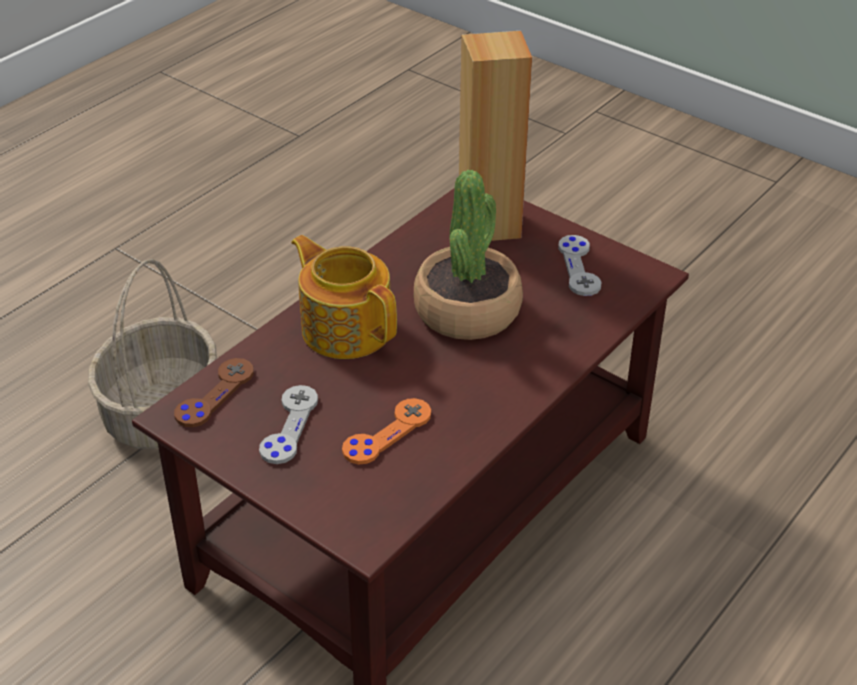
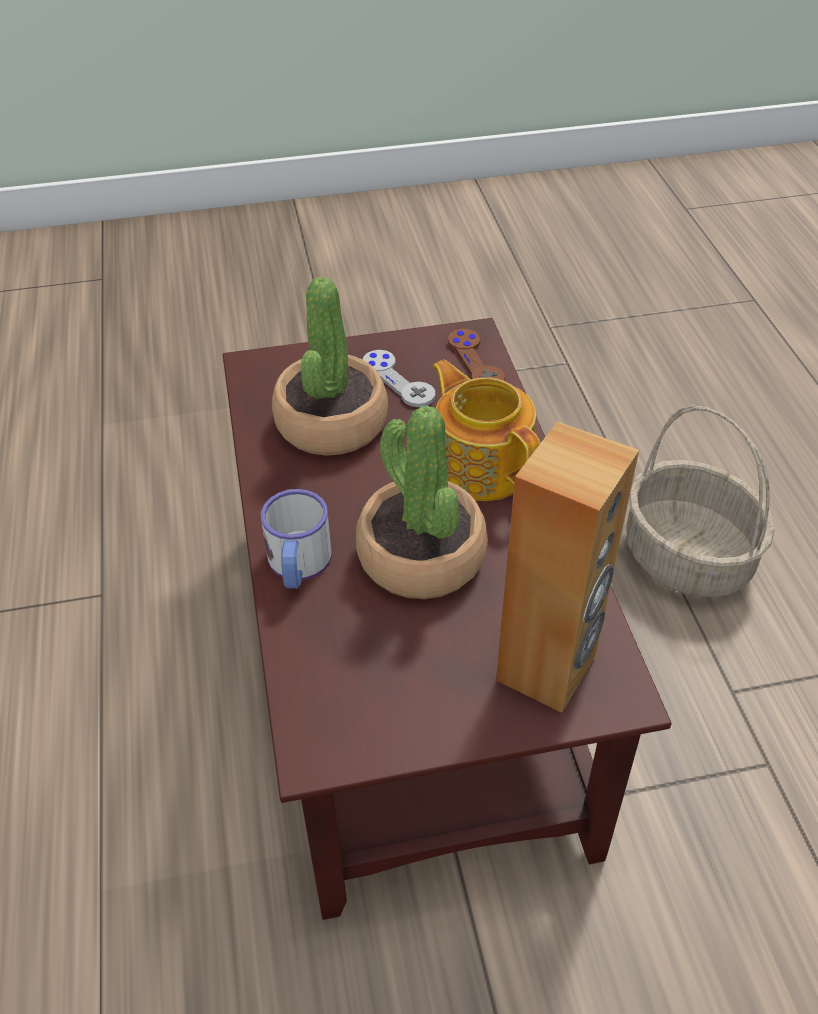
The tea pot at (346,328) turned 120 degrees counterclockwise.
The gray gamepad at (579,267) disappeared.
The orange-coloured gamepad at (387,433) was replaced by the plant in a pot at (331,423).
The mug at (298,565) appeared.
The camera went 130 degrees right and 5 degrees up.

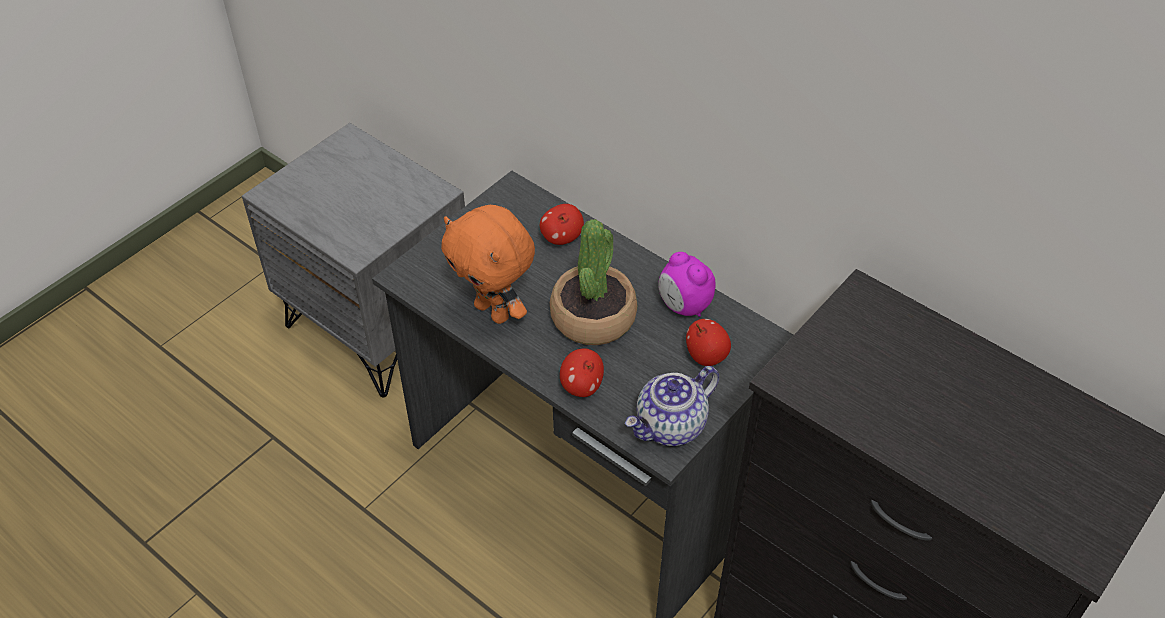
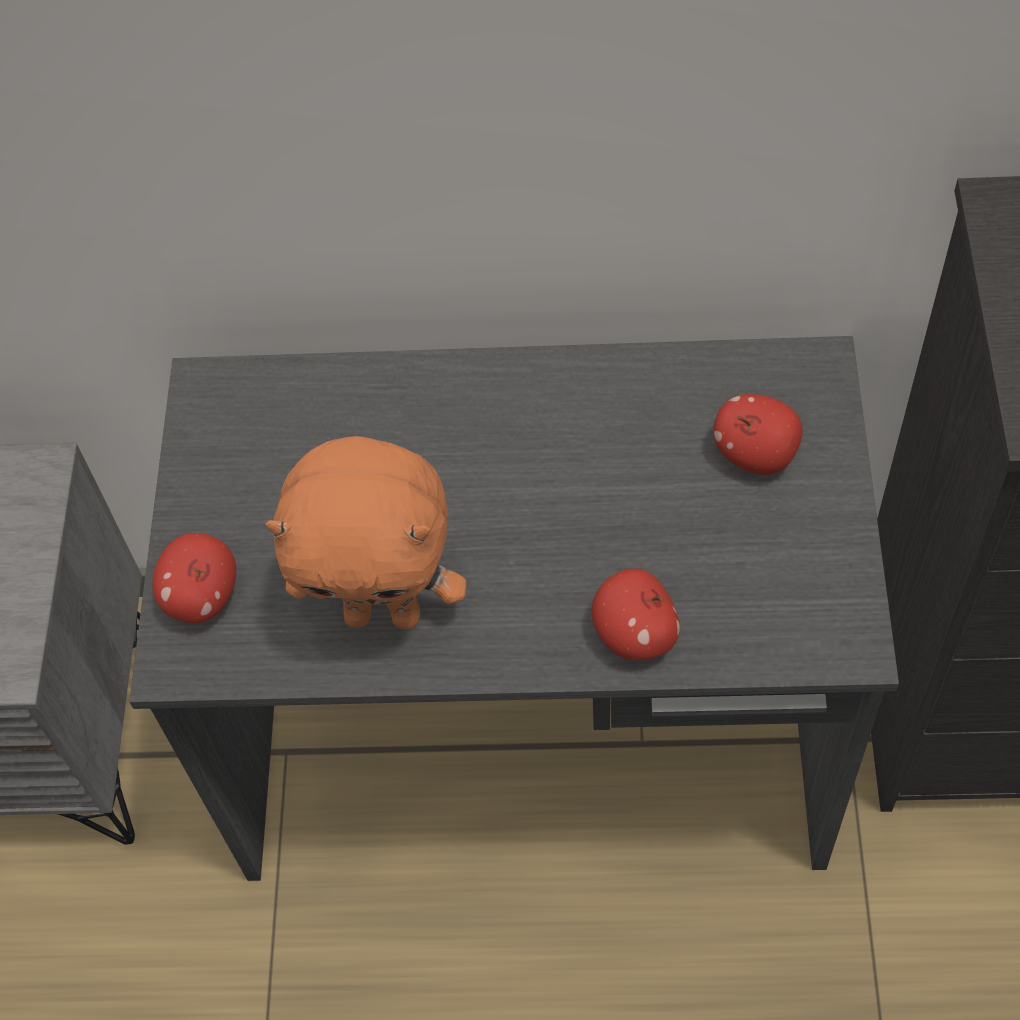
The apple fruit moved from (561,238) to (202,597).
The plant in a pot at (593,317) disappeared.
The bedside clock at (683,306) disappeared.
The tea pot at (671,426) disappeared.
The camera went 35 degrees left and 10 degrees up.

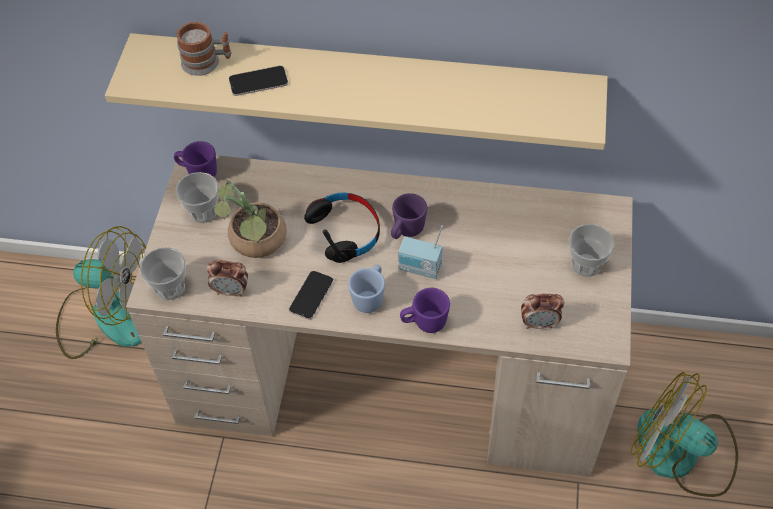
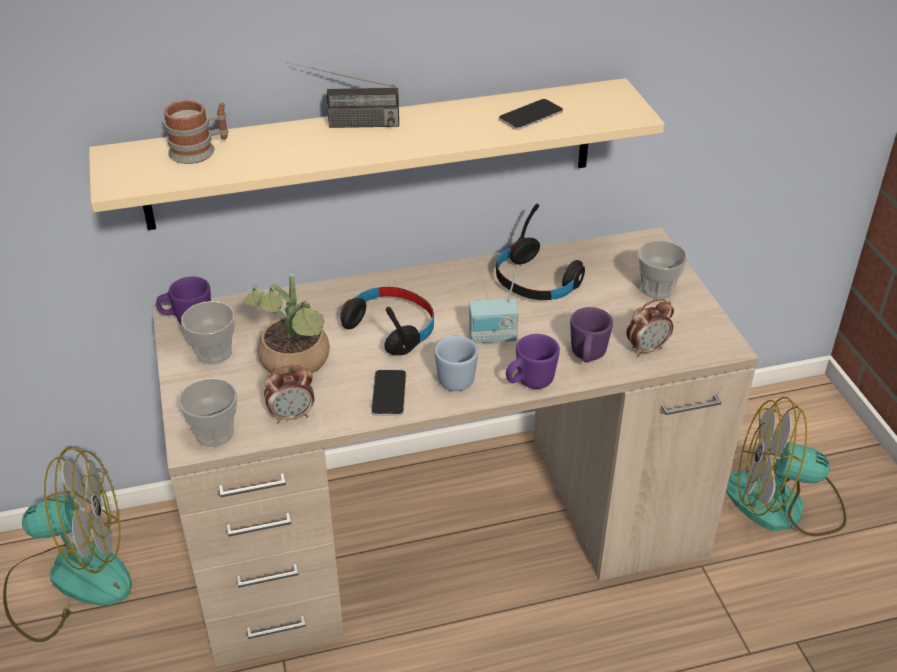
The handset moved from (258,81) to (530,115).
The purple-coloured mug moved from (406,231) to (587,356).
The radio receiver at (345,124) appeared.
The black-coloured pair of headphones at (536,282) appeared.
The camera went 25 degrees left and 15 degrees down.

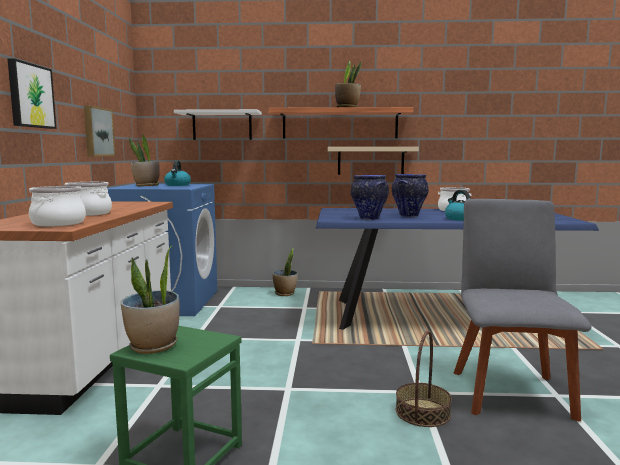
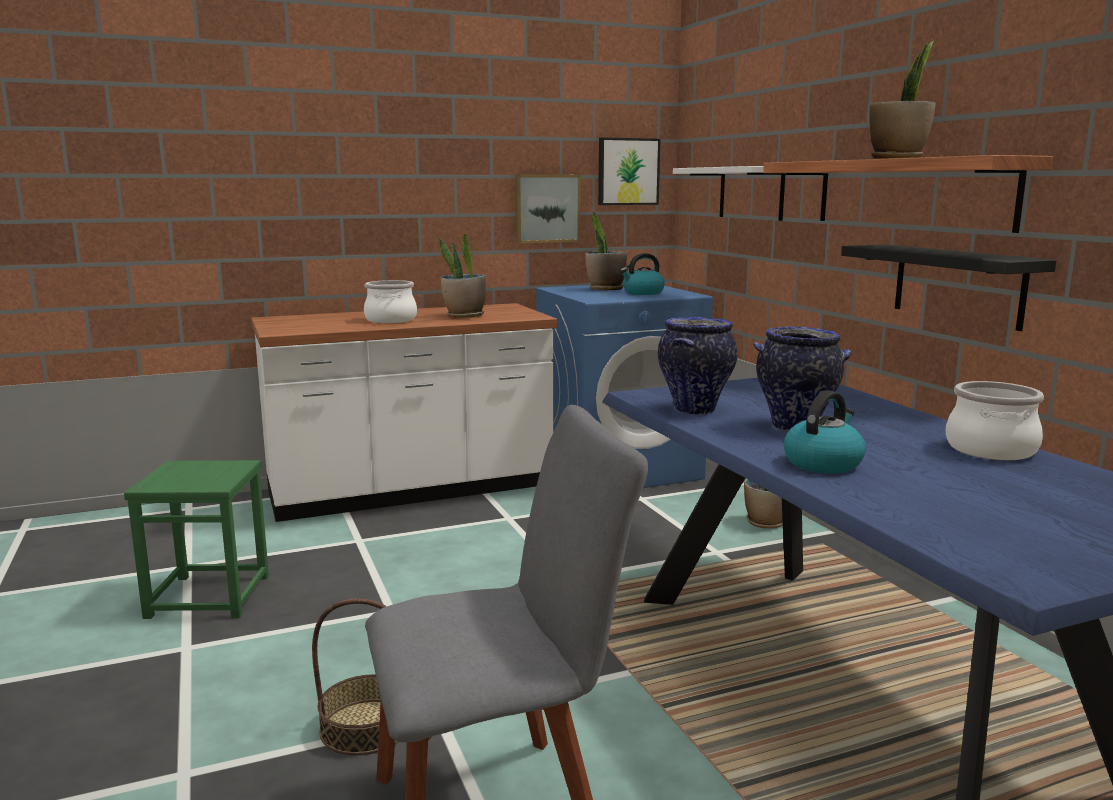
The wall art moved from (30,96) to (627,171).
The sand-coloured bracket shelf at (370,161) became the black-coloured bracket shelf at (957,285).
The stockpot at (59,223) disappeared.
The plant in a pot moved from (153,346) to (464,316).
The camera went 65 degrees right and 5 degrees up.

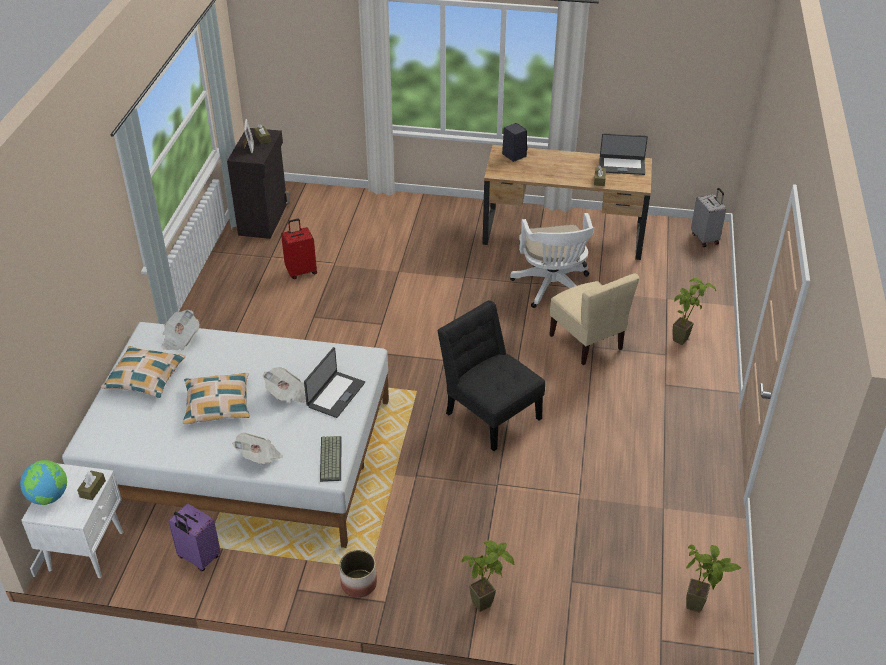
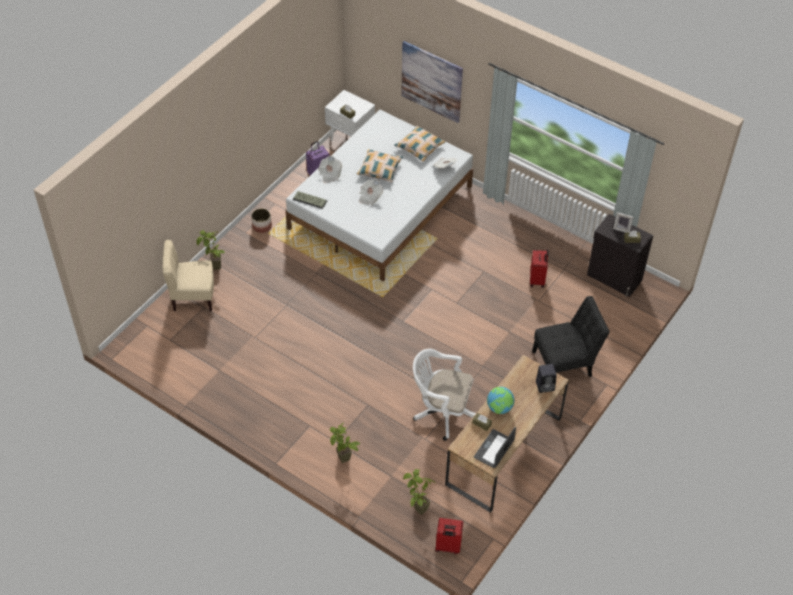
The gray travel case at (705,238) became the reddish travel case at (447,547).
The sand-coloured upright chair moved from (587,342) to (193,297).
The black-coloured upright chair moved from (490,413) to (565,363).
The portable computer at (335,394) disappeared.
The world globe moved from (49,497) to (499,408).
The plant in a pot moved from (701,609) to (417,511).
The wall art at (432,81) appeared.
The camera went 115 degrees right and 10 degrees up.

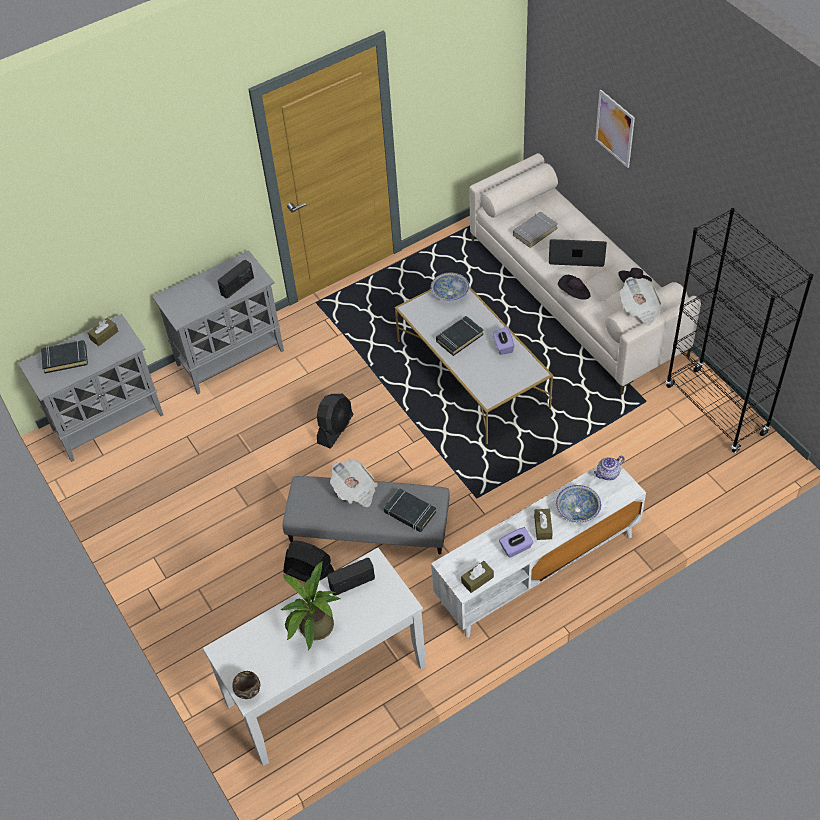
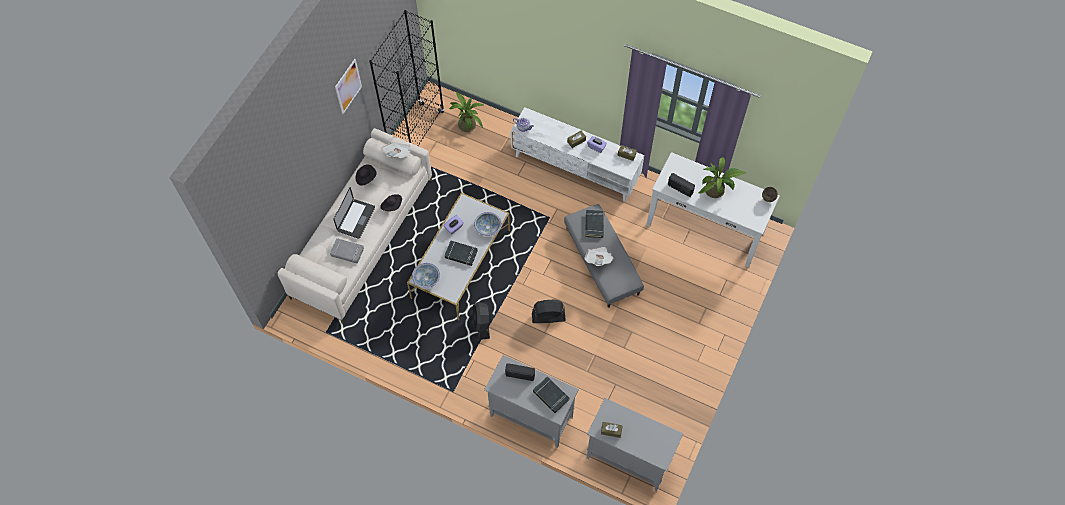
The wall art moved from (615,128) to (348,86).
The portable computer at (576,254) turned 135 degrees counterclockwise.
The black-coloured book moved from (65,358) to (550,396).
The bowl moved from (578,510) to (488,227).
The black-coloured cooling fan moved from (310,574) to (482,324).
The plant in a pot at (467,123) appeared.
The camera went 125 degrees left and 10 degrees up.

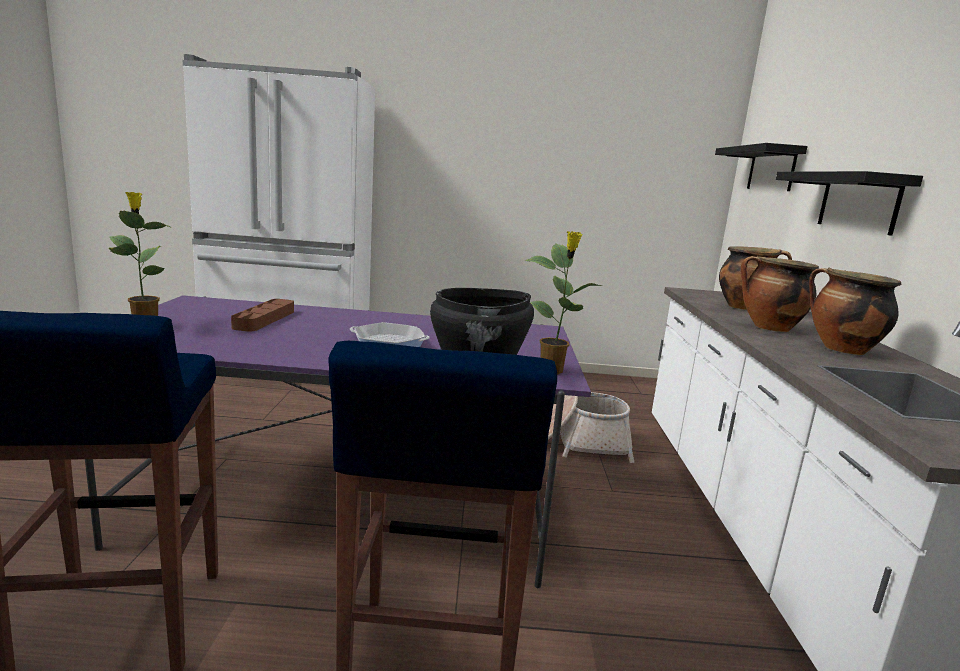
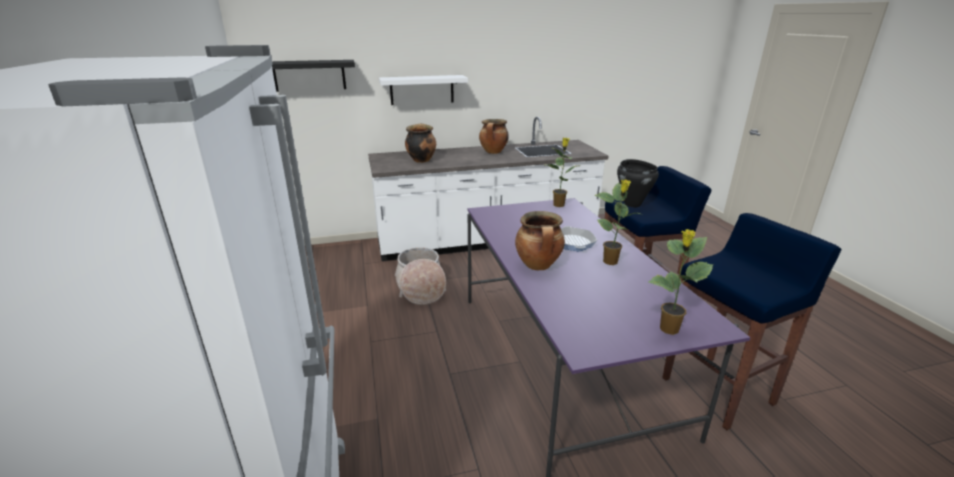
The black-coloured bracket shelf at (858,202) became the white-coloured bracket shelf at (422,90).
The stockpot moved from (769,328) to (539,266).
The brown tray at (264,319) disappeared.
The plant in a pot at (611,262) appeared.
The camera went 105 degrees left and 10 degrees up.

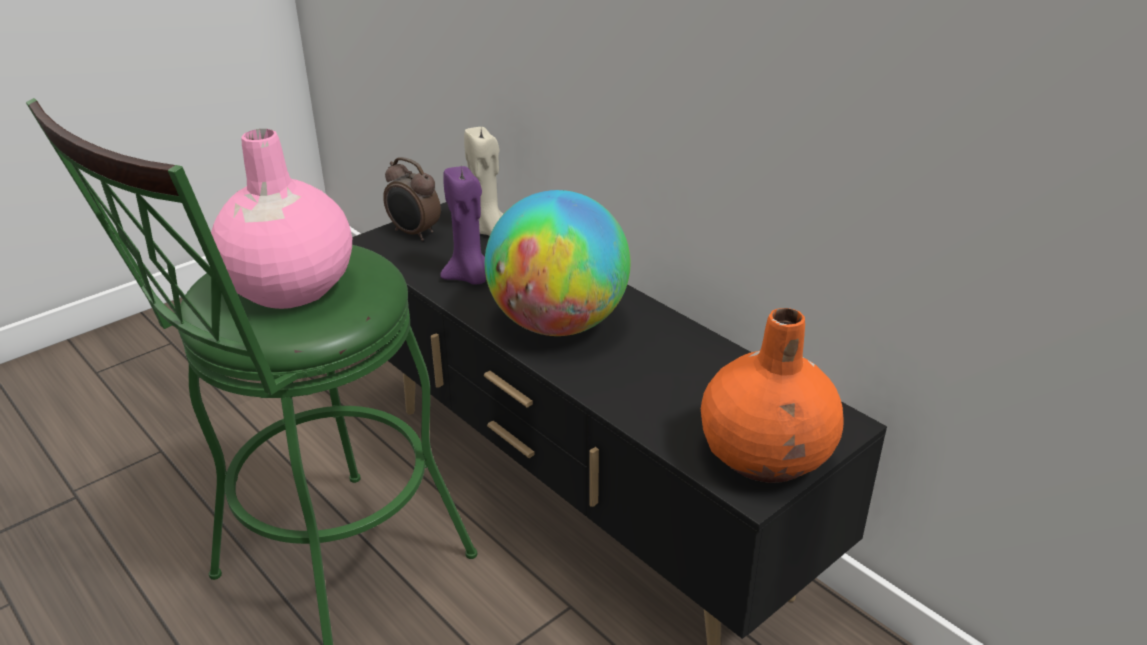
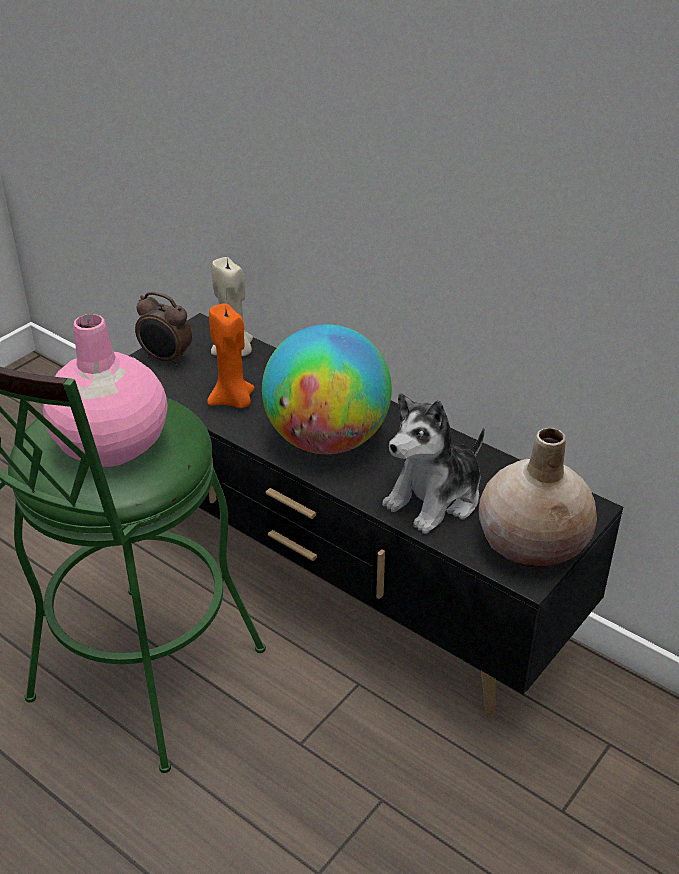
The purple-coloured wax candle at (470,277) became the orange-coloured wax candle at (233,401).
The orange-coloured flower vase at (766,456) became the sand-coloured flower vase at (533,545).
The plush toy at (435,499) appeared.
The camera went 10 degrees left and 5 degrees up.

